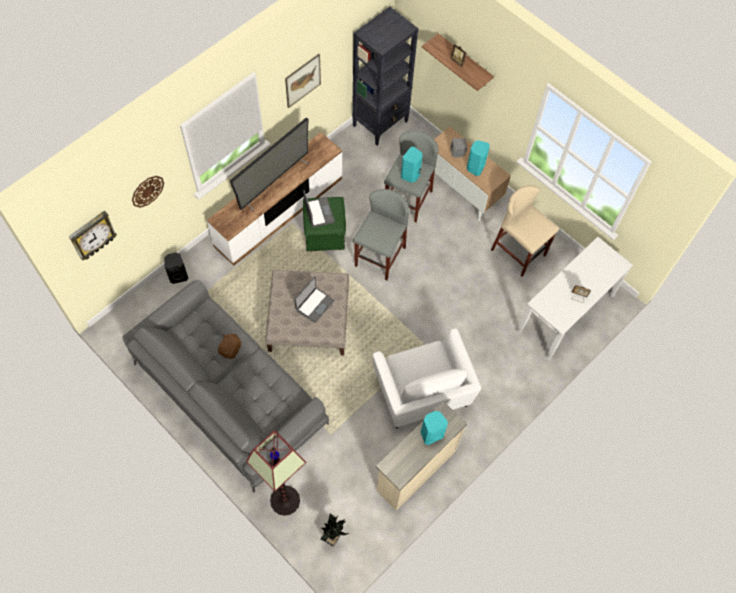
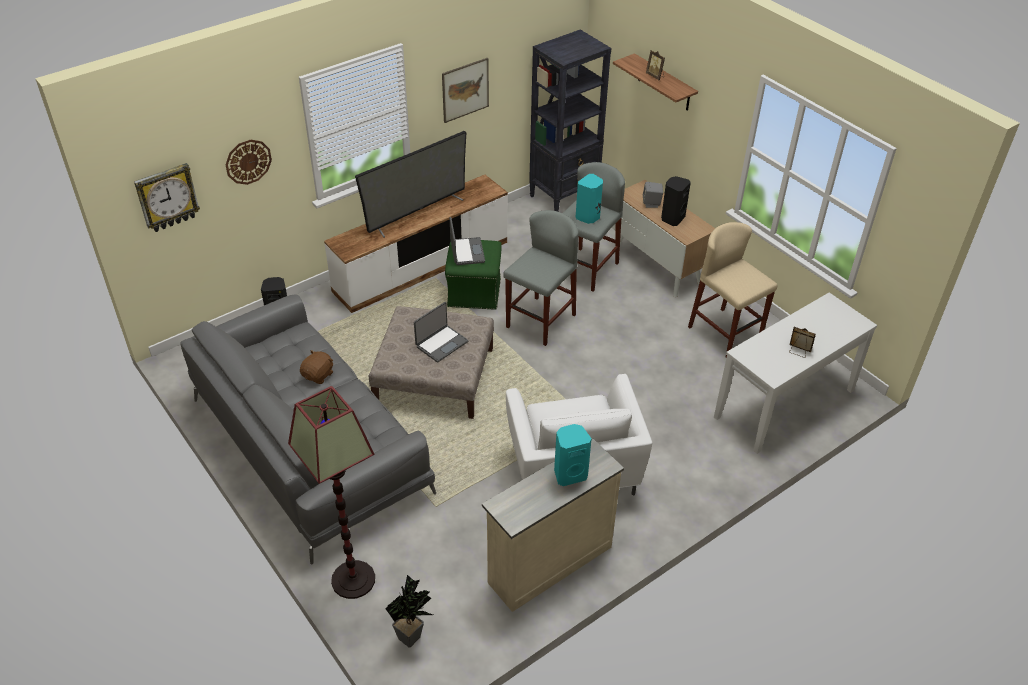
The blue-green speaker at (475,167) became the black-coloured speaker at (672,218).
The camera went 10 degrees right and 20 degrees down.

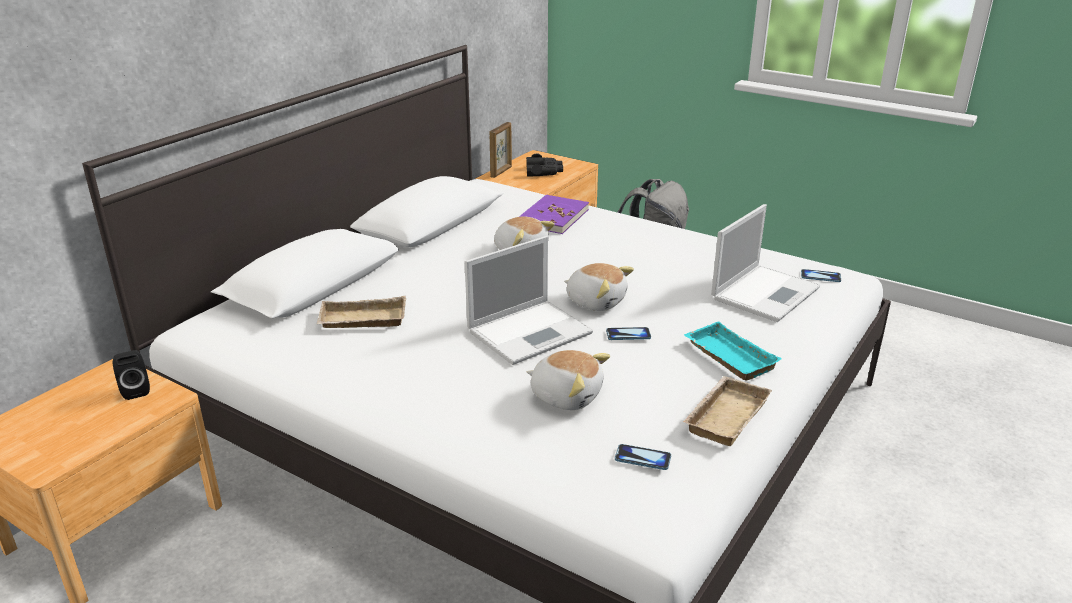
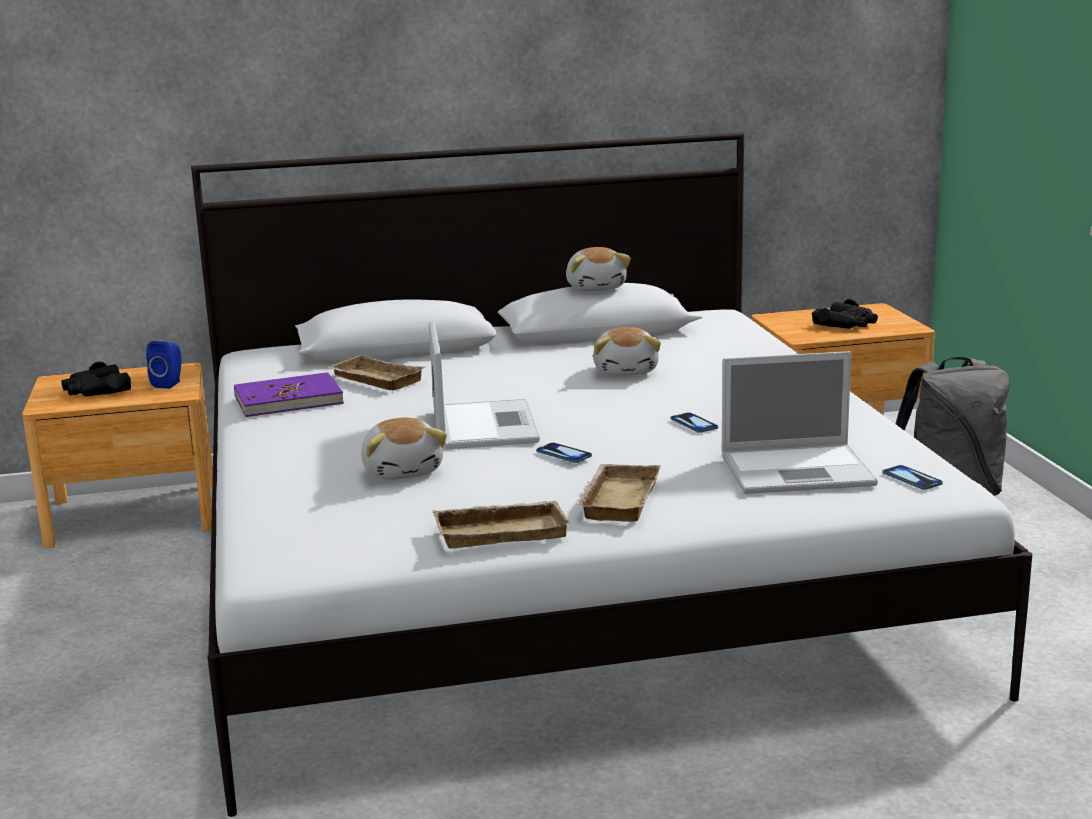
The standing frame at (501,172) disappeared.
The purple-coloured book moved from (553,217) to (288,400).
The portable computer at (531,331) turned 105 degrees counterclockwise.
The plush toy moved from (596,301) to (596,287).
The blue-green tray at (727,357) became the sand-coloured tray at (617,499).
The black-coloured speaker at (135,390) became the blue speaker at (169,384).
The handset moved from (642,458) to (694,424).
The black-coloured field glasses at (96,390) appeared.
The camera went 45 degrees right and 10 degrees down.

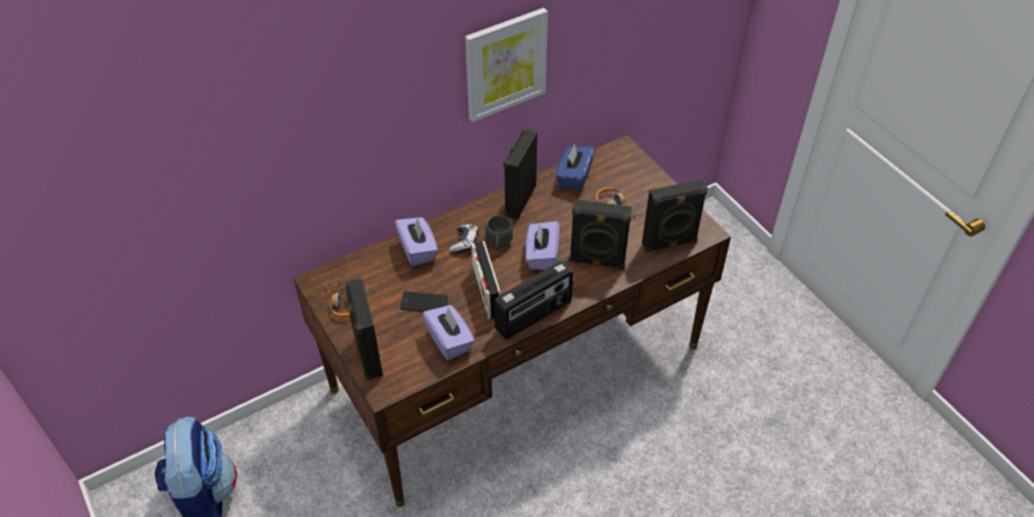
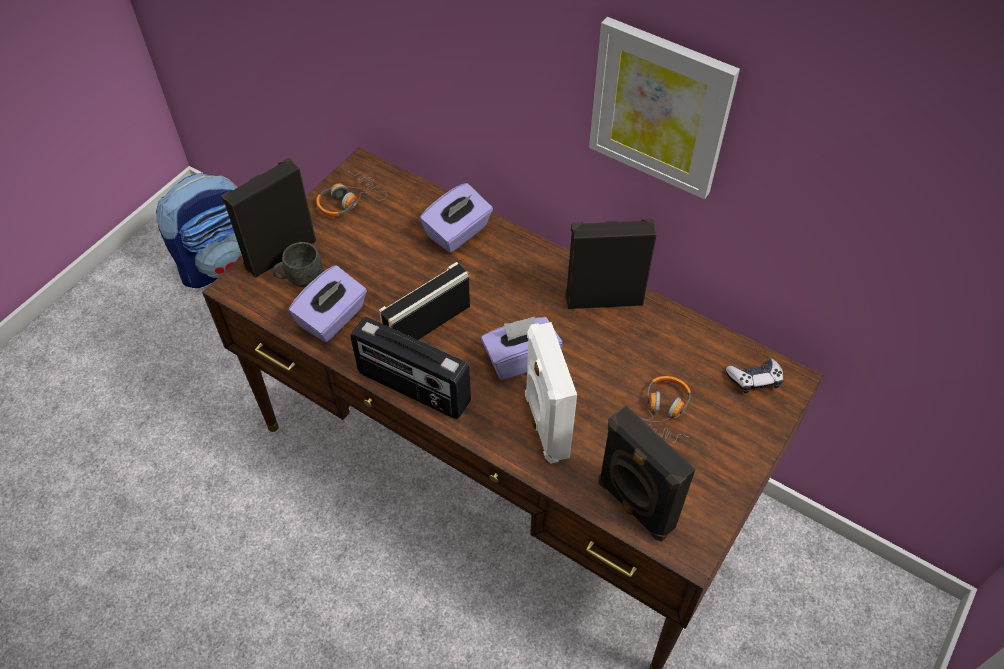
The blue tissue holder at (574,177) disappeared.
The black-coloured speaker at (597,262) became the white-coloured speaker at (545,426).
The gray mug moved from (499,244) to (300,278).
The gamepad moved from (464,242) to (754,379).
The handset at (424,303) disappeared.
The camera went 65 degrees right and 5 degrees up.

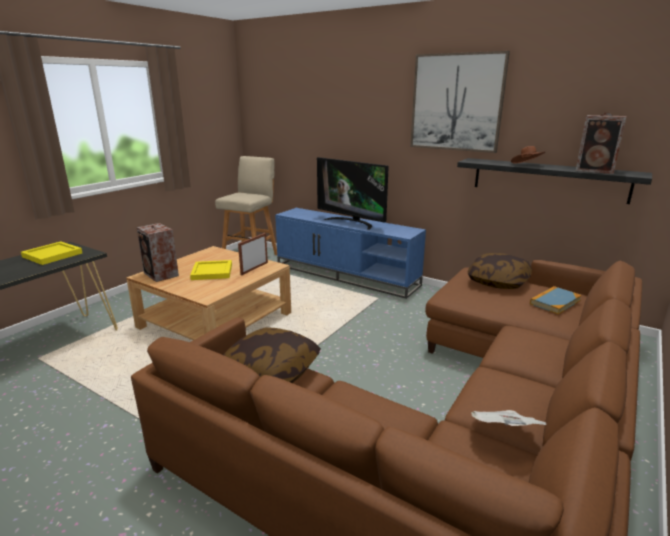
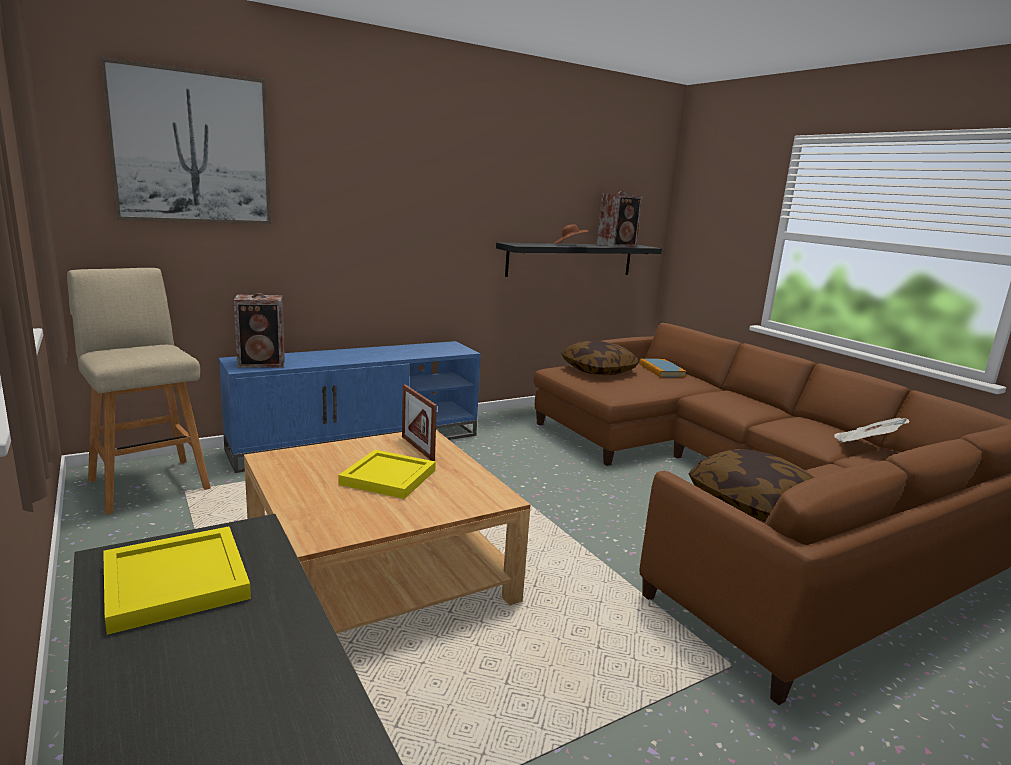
The wall art moved from (456,102) to (192,148).
The television at (352,222) disappeared.
The speaker moved from (161,275) to (263,363).
The camera went 65 degrees left and 5 degrees down.

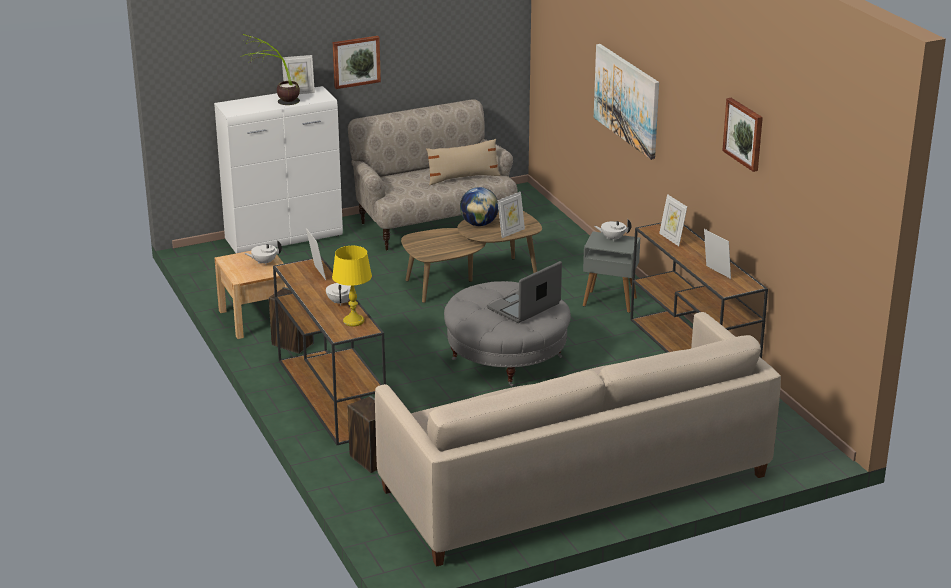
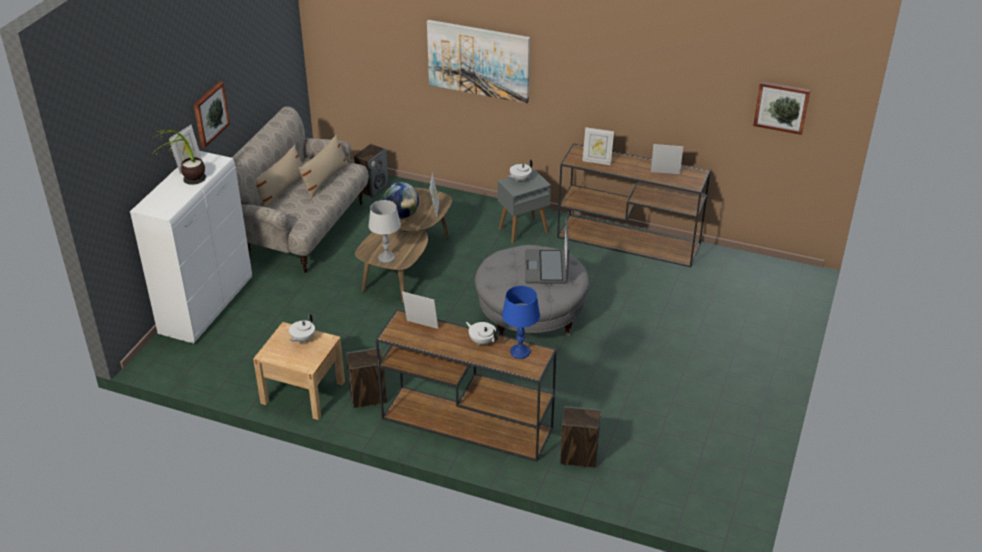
The wall art moved from (744,134) to (781,106).
The yellow table lamp at (353,321) became the blue table lamp at (520,352).
The sand-coloured sofa at (574,483) disappeared.
The speaker at (372,188) appeared.
The sand-coloured pillow at (282,191) appeared.
The gray table lamp at (386,258) appeared.
The camera went 45 degrees left and 10 degrees up.

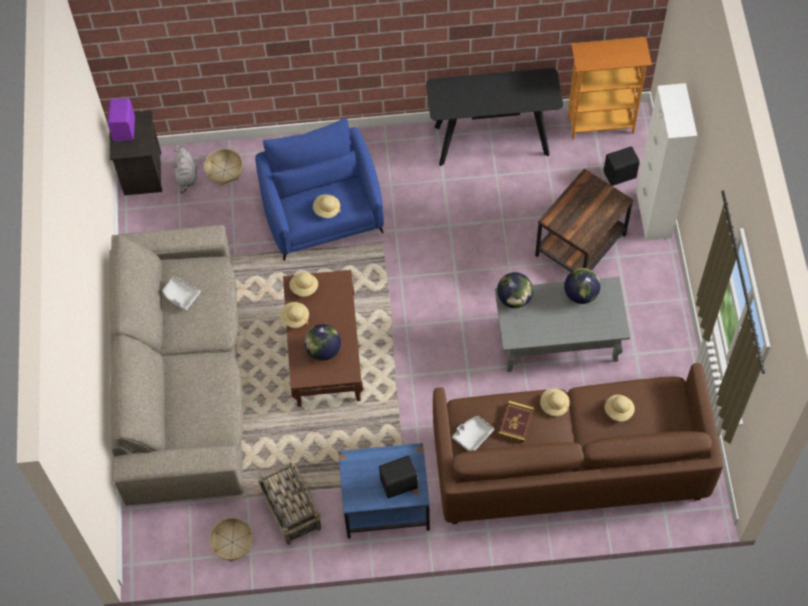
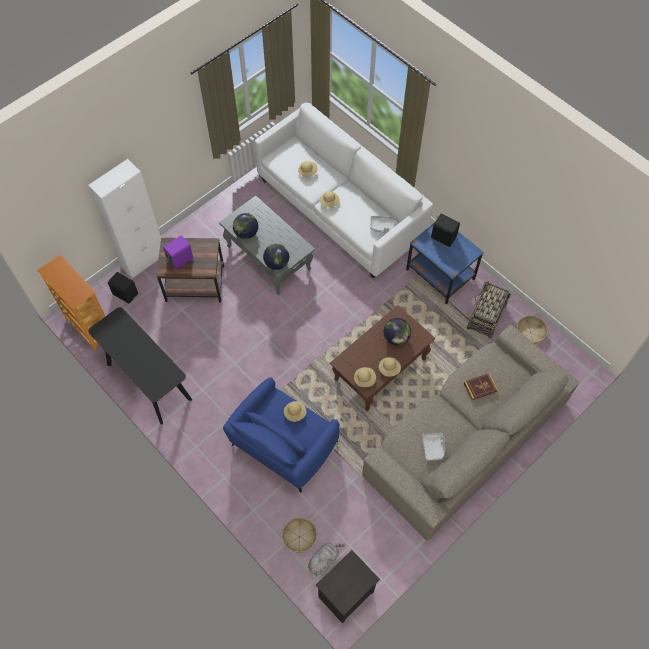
The purple-coloured speaker moved from (125,129) to (179,259).
The brown sofa at (568,463) became the white-coloured sofa at (340,209).
The book moved from (516,422) to (480,387).
The camera went 130 degrees left and 0 degrees up.

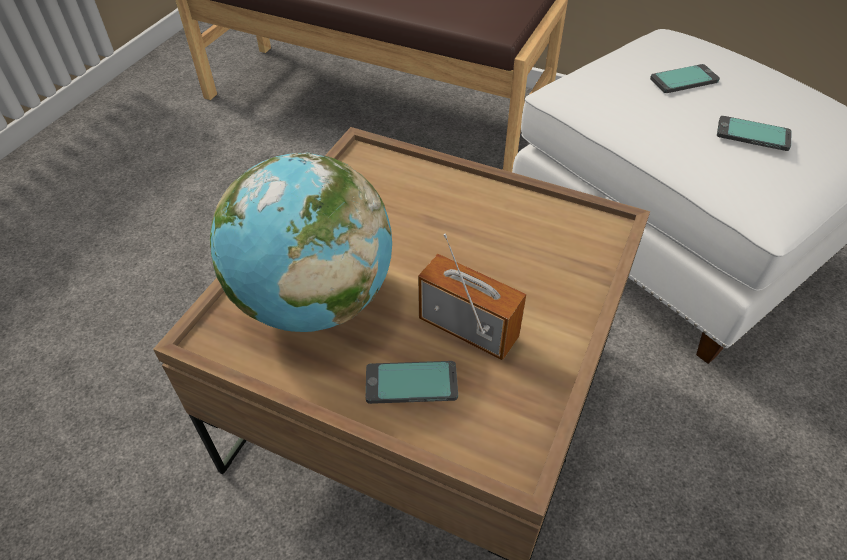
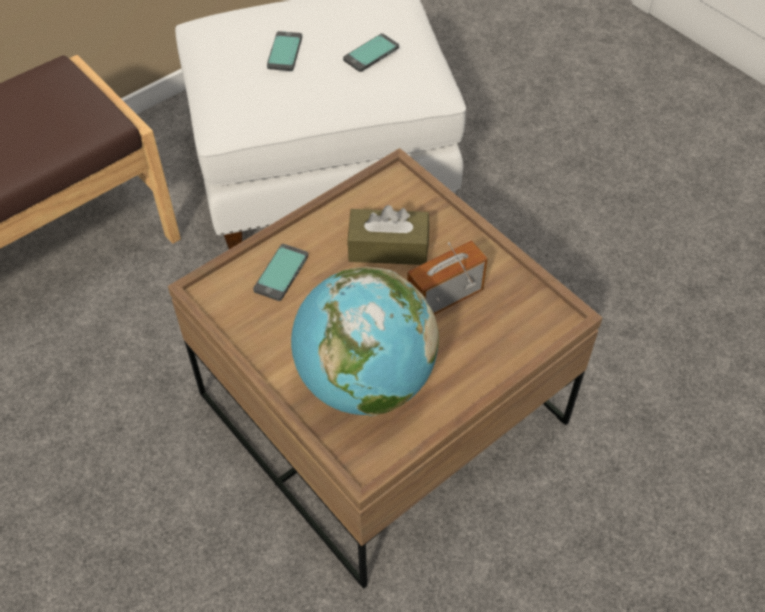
The handset moved from (411,384) to (281,273).
The brown tissue holder at (388,248) appeared.
The camera went 65 degrees left and 5 degrees up.

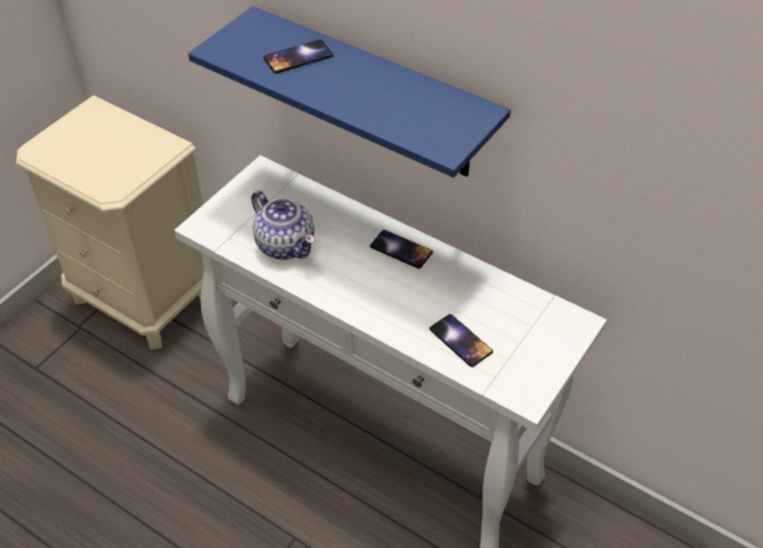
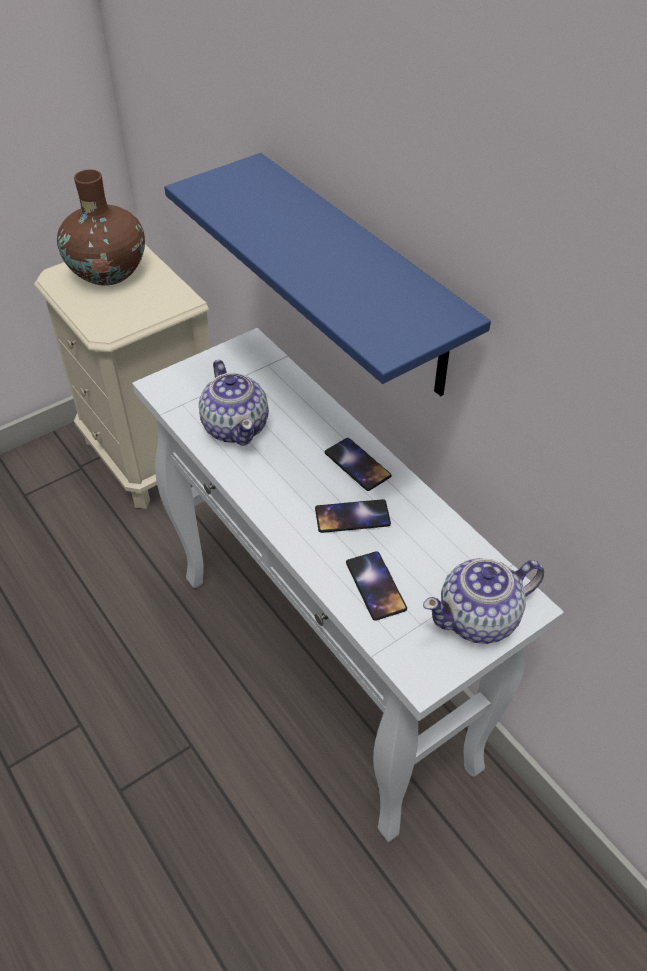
The handset moved from (298,57) to (352,517).
The brown flower vase at (108,272) appeared.
The tea pot at (479,618) appeared.
The camera went 20 degrees right and 0 degrees up.

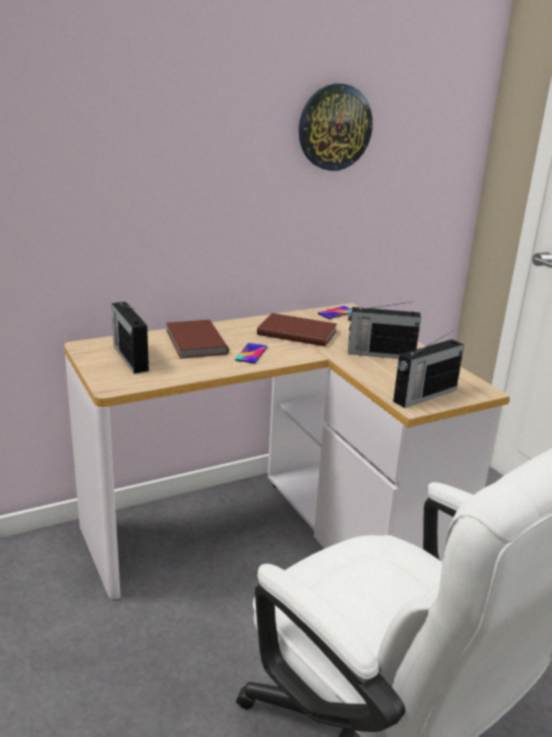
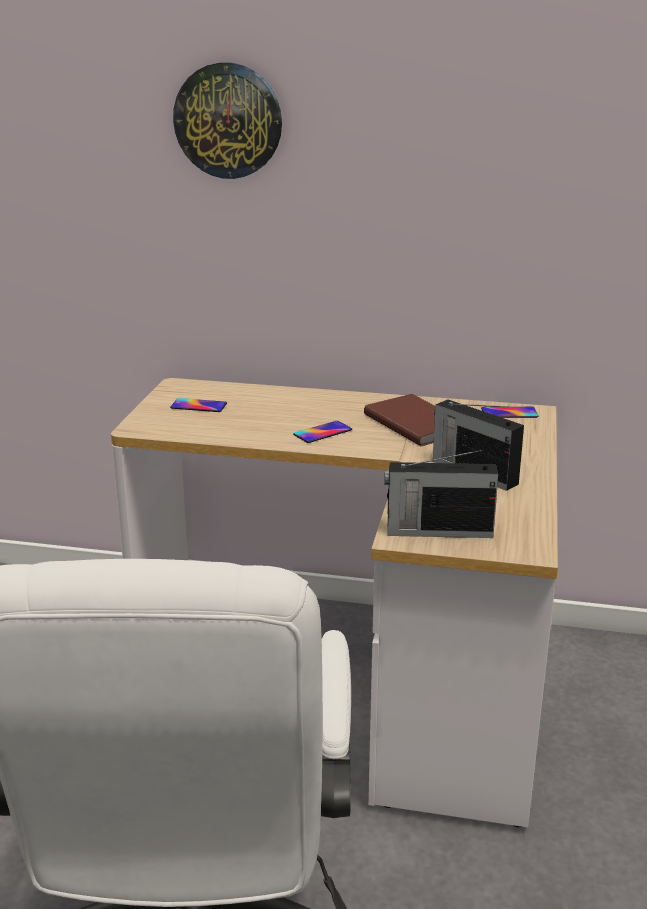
The clock on the wall moved from (334,127) to (228,121).
The radio receiver at (130,357) was replaced by the handset at (198,406).
The brown book at (194,342) disappeared.
The camera went 40 degrees right and 0 degrees up.

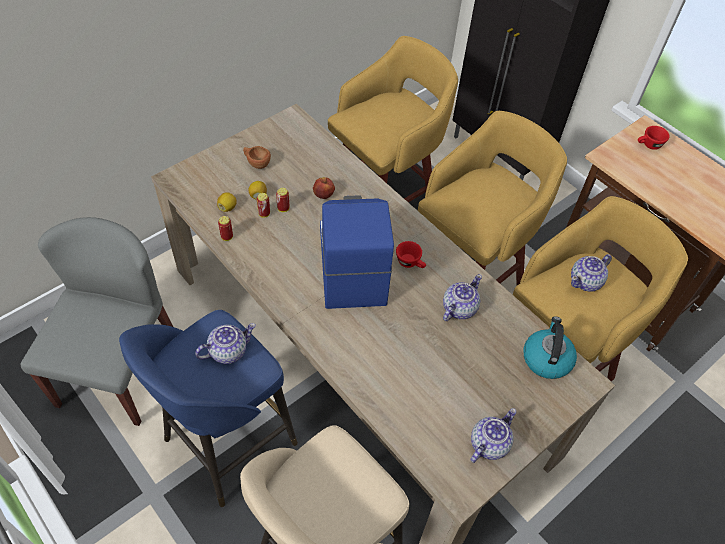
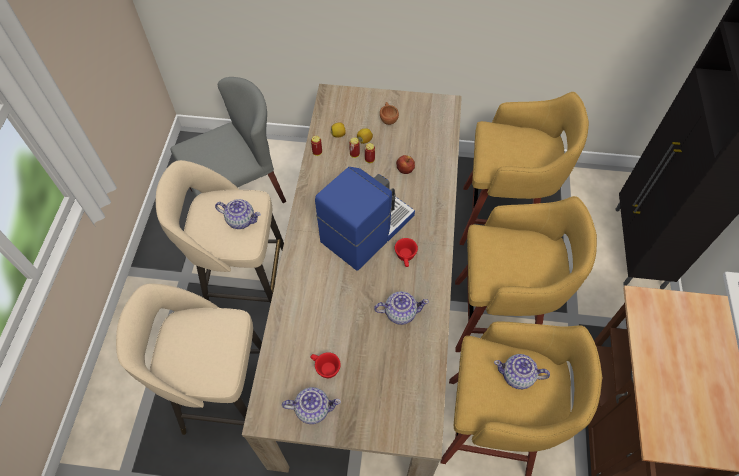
The reddish small cup moved from (648,145) to (325,368).
The blue stool at (227,444) became the sand-coloured stool at (246,285).
The kettle at (546,358) disappeared.
The camera went 50 degrees right and 5 degrees up.

